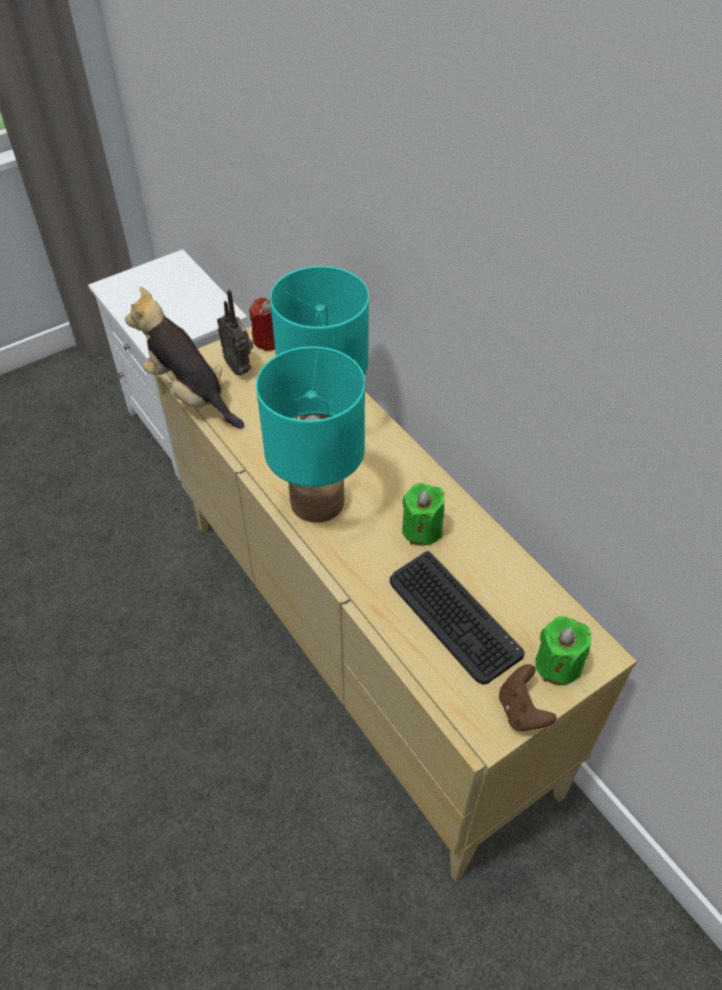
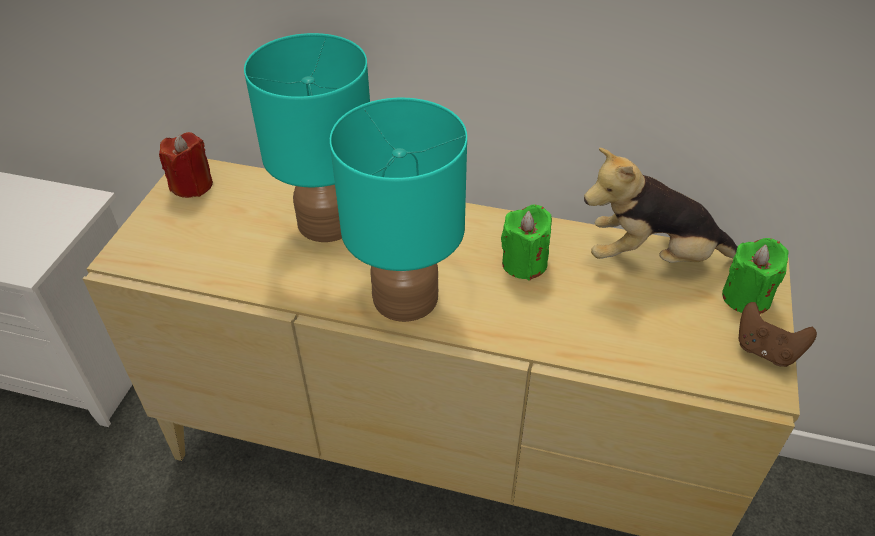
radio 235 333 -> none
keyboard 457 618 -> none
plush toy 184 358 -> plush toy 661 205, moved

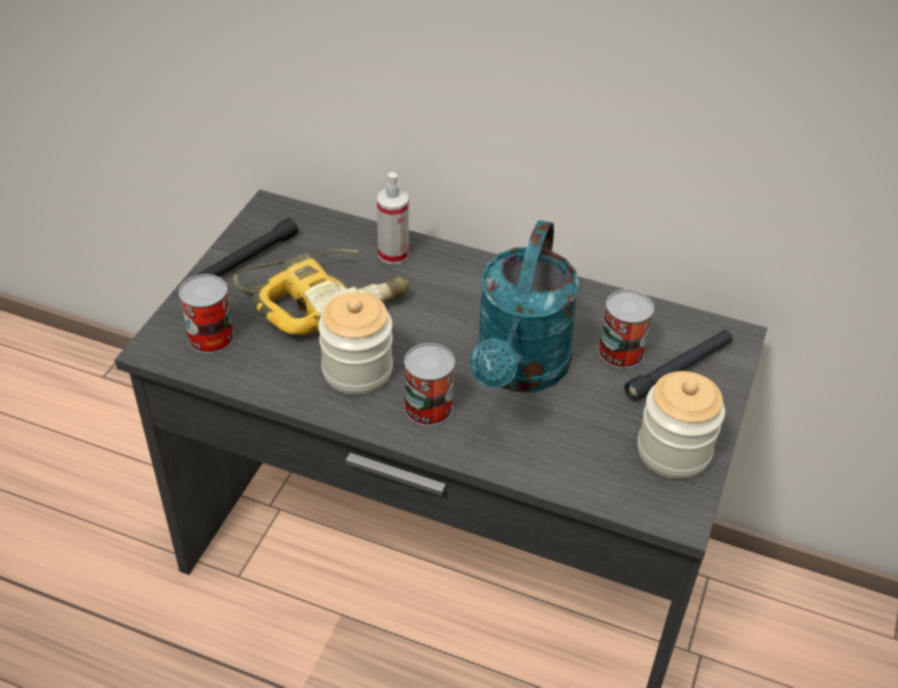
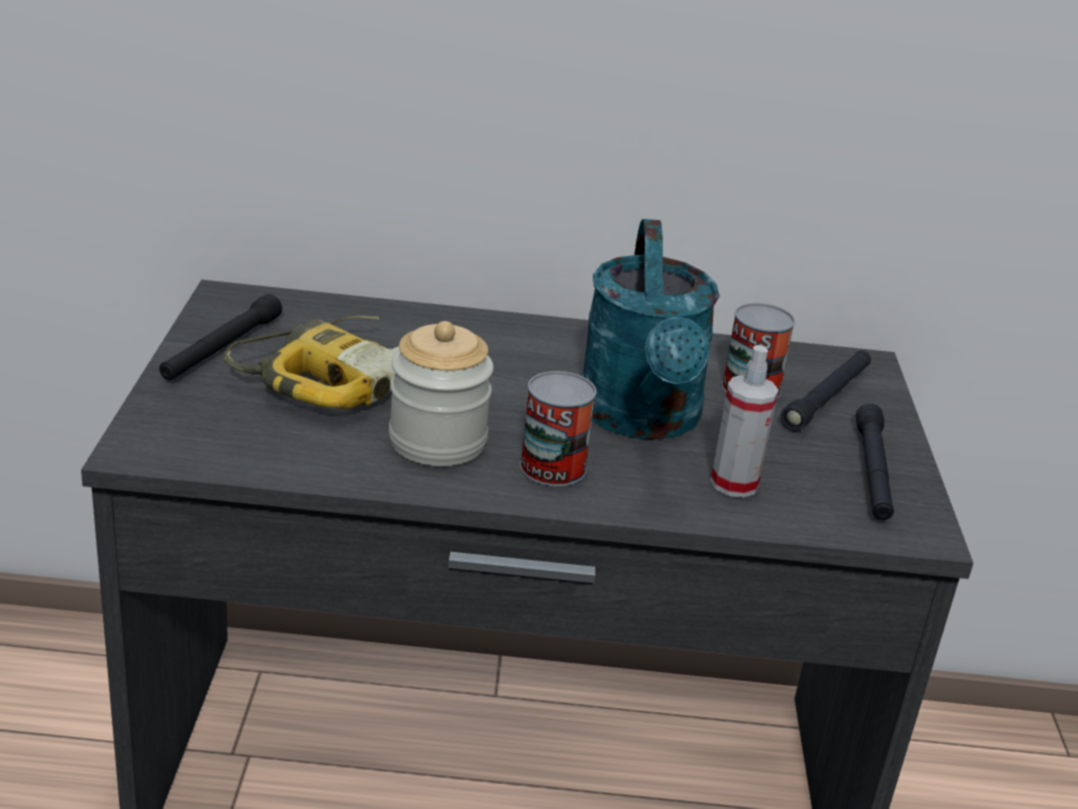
can 206 314 -> none
spray bottle 393 218 -> spray bottle 744 421, moved
jar 681 425 -> black flashlight 875 462

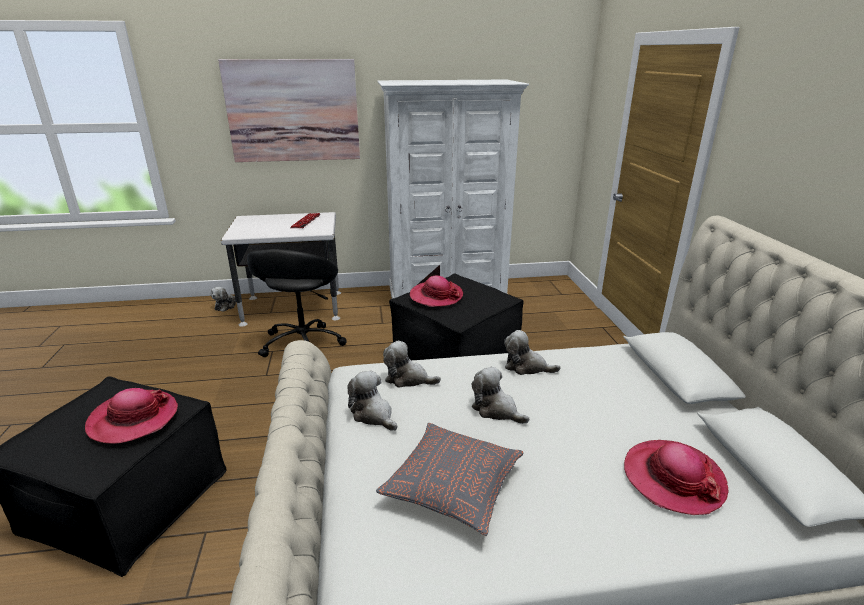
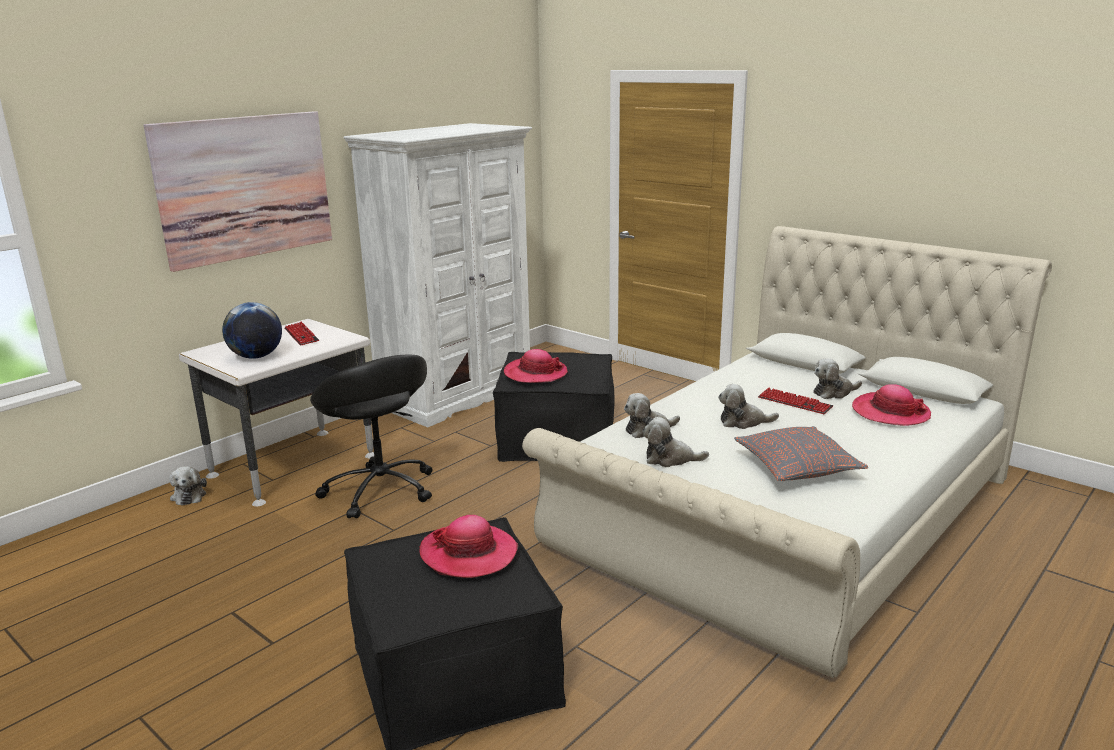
none -> globe 252 330
none -> keyboard 795 400
plush toy 532 352 -> plush toy 838 378, moved

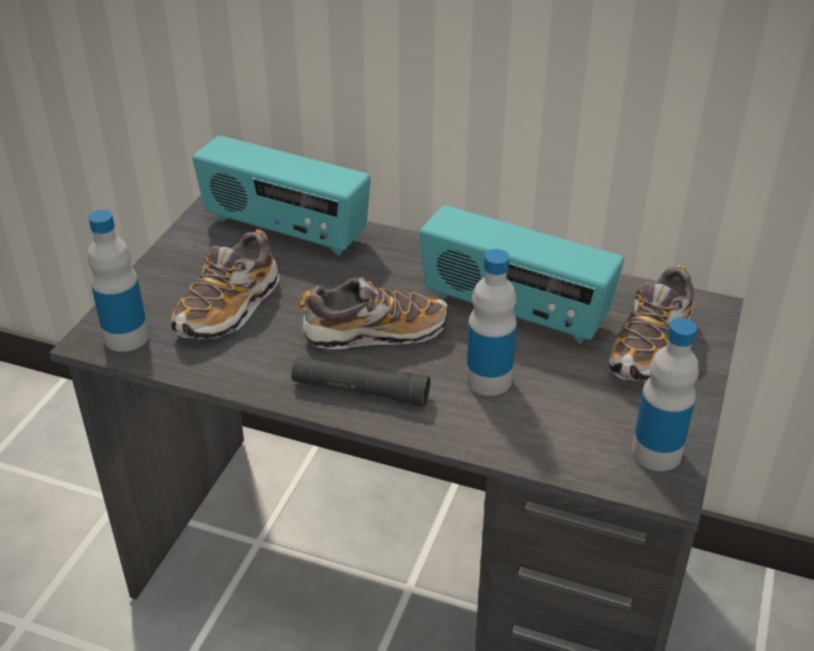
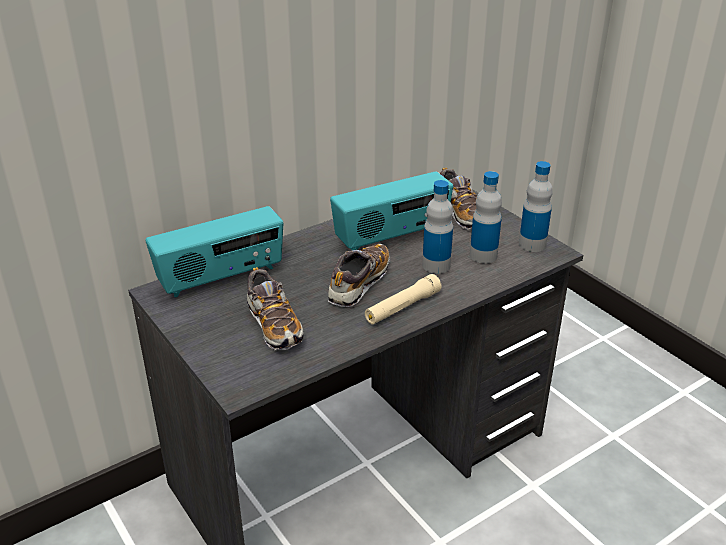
bottle 118 281 -> bottle 486 217, moved
black flashlight 360 382 -> beige flashlight 403 299

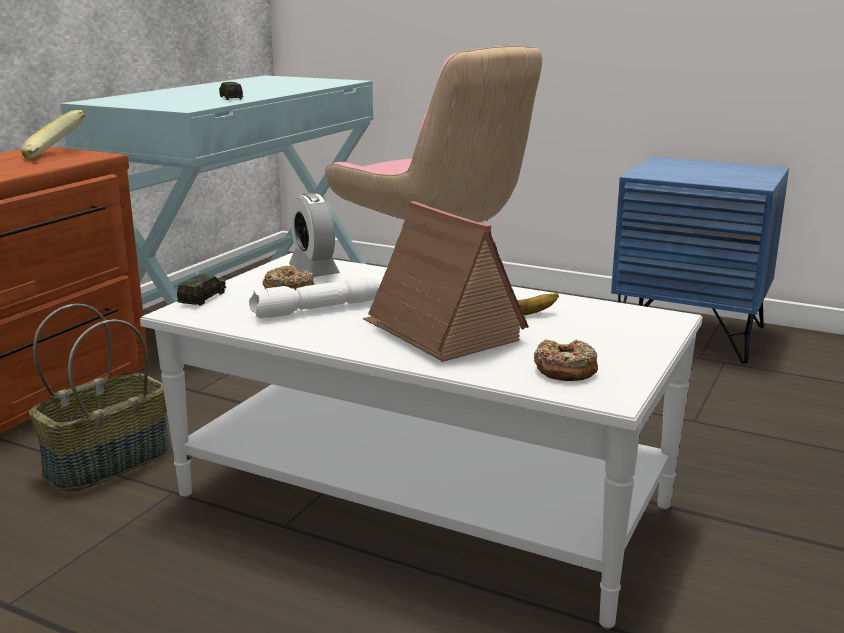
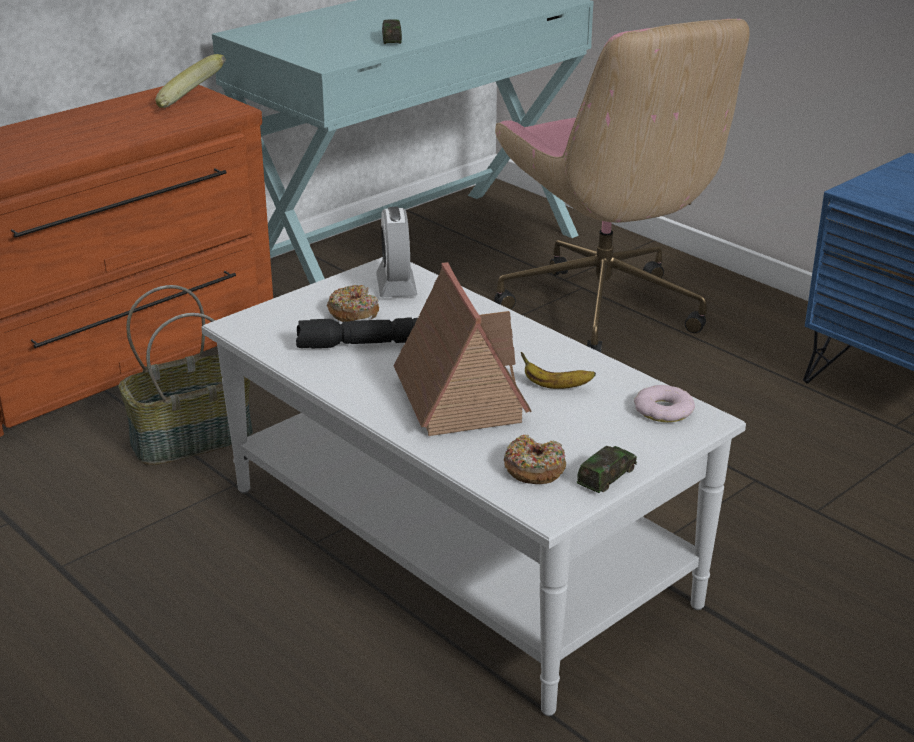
none -> donut 664 403
toy car 201 290 -> toy car 607 469, moved
white flashlight 314 297 -> black flashlight 357 333

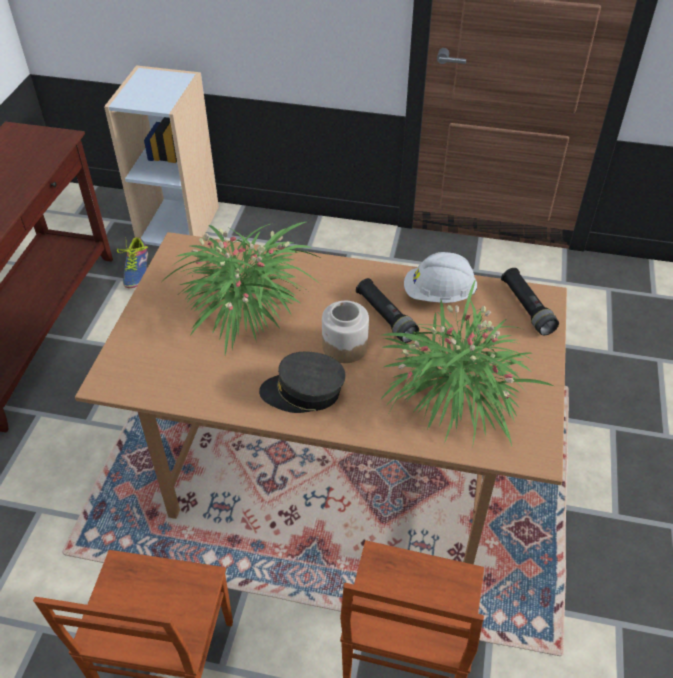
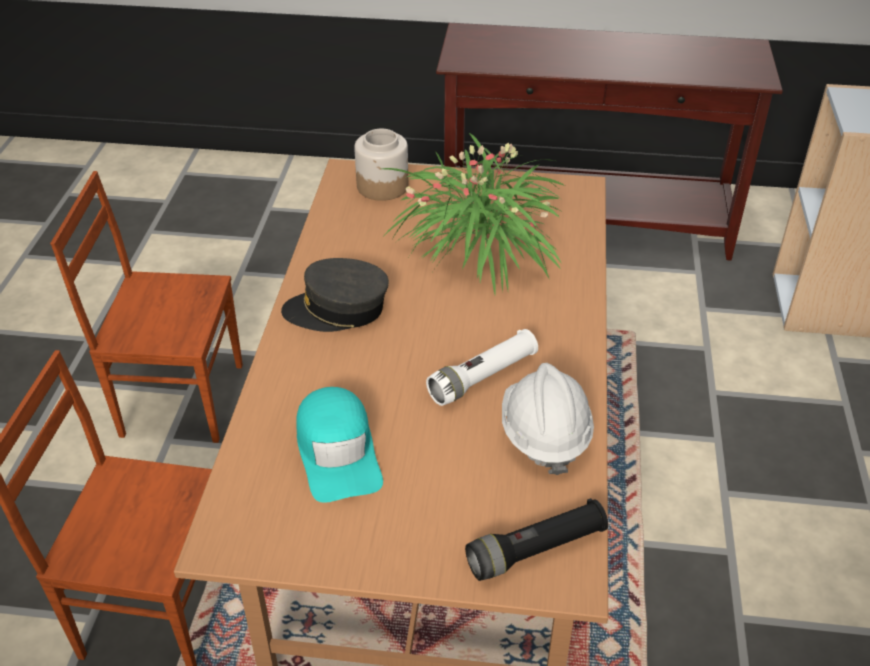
shoe 132 262 -> none
jar 345 332 -> jar 381 165, moved
potted plant 467 364 -> turquoise cap 339 445
black flashlight 387 310 -> white flashlight 482 367
grey cap 302 382 -> grey cap 335 295, 90 degrees counterclockwise

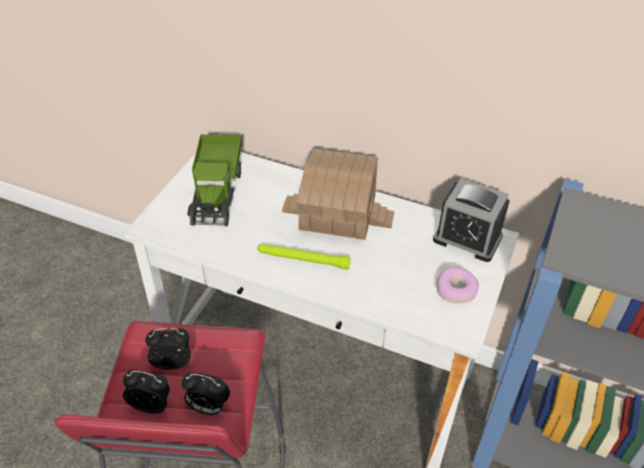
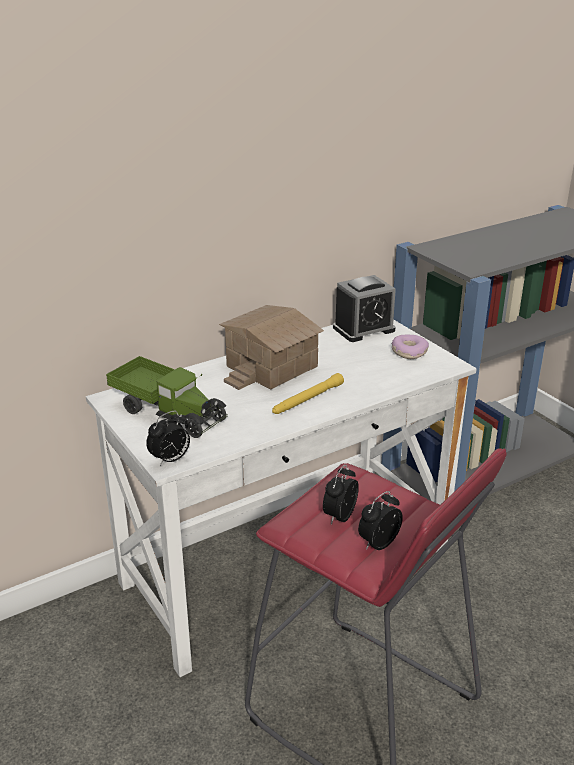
alarm clock 205 393 -> alarm clock 168 438, moved
green flashlight 304 257 -> yellow flashlight 308 393

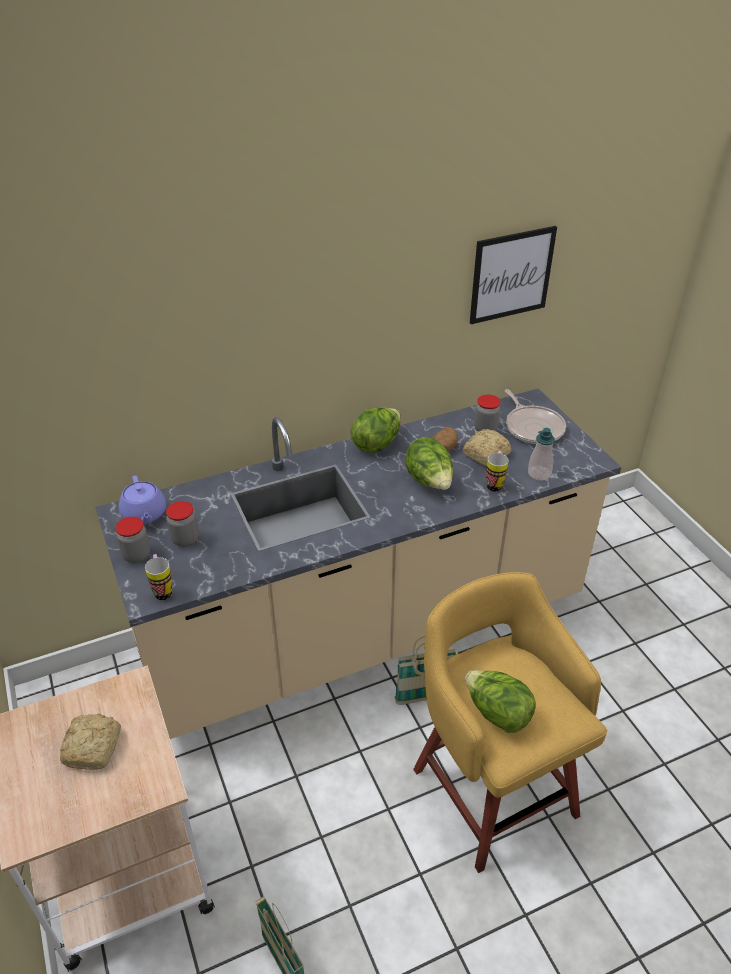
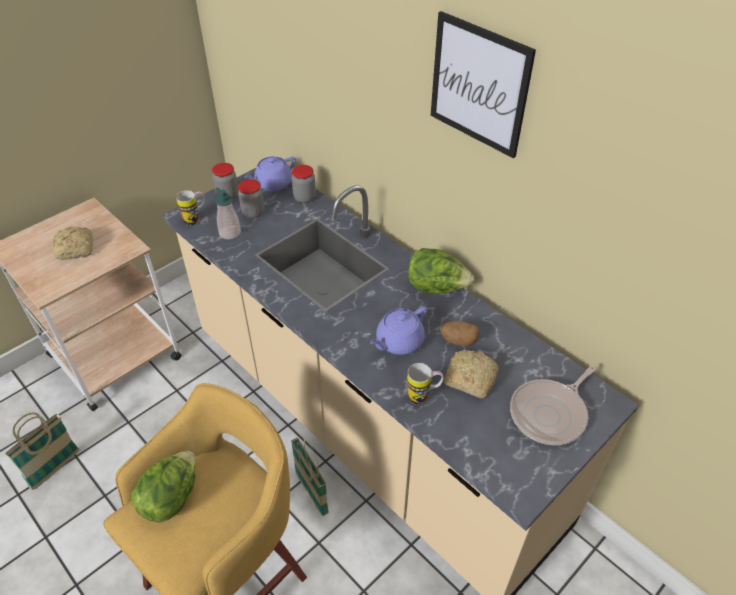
picture 513 275 -> picture 483 84, moved
jar 487 413 -> jar 303 184, moved
soap dispenser 541 454 -> soap dispenser 228 213, moved
lettuce 429 463 -> purple teapot 398 331

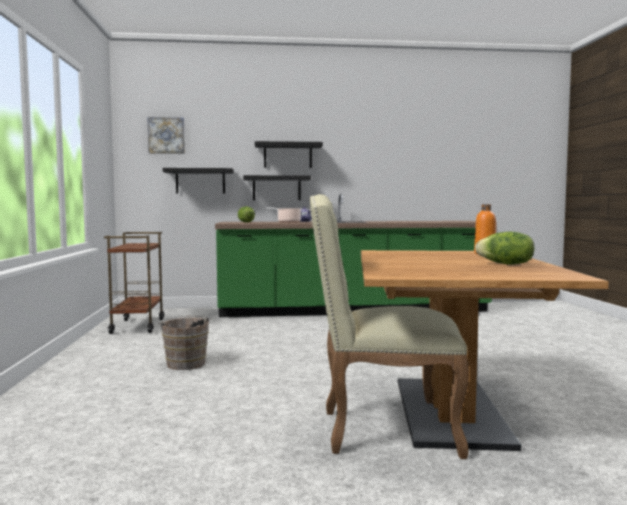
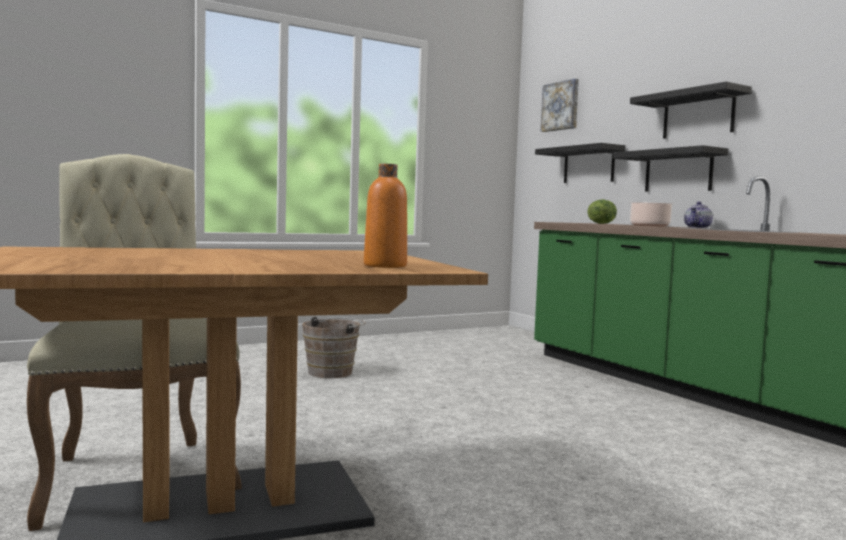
brown cart 134 283 -> none
lettuce 504 248 -> none

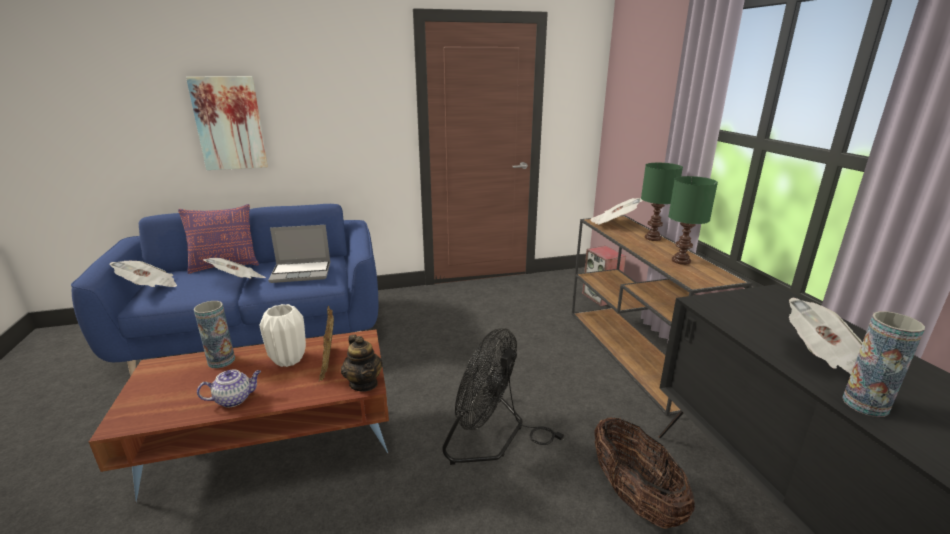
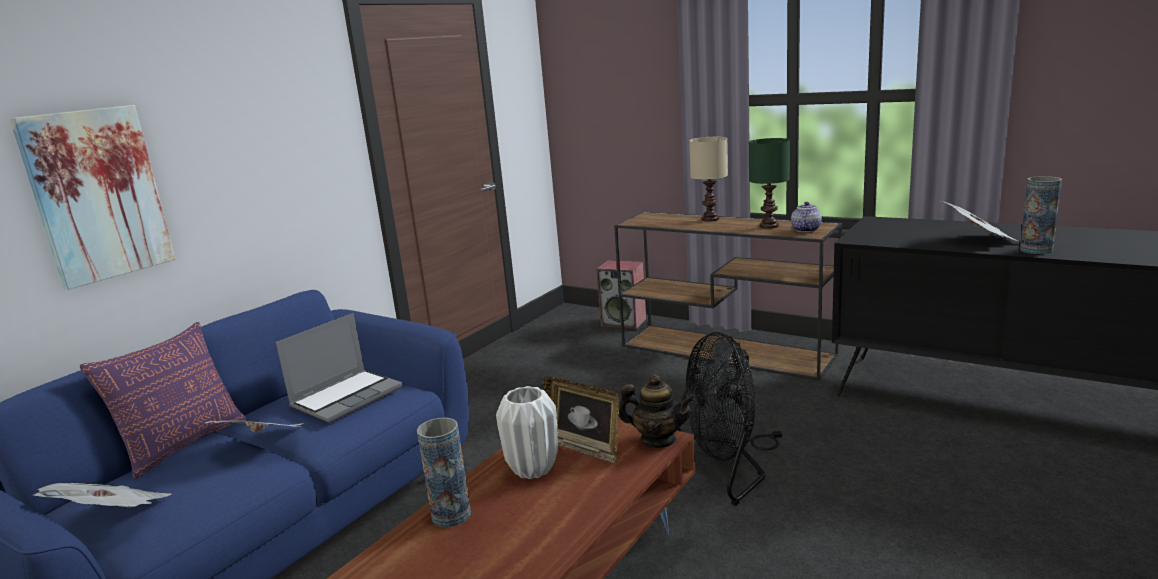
newspaper 616 211 -> none
basket 645 473 -> none
teapot 229 388 -> teapot 806 217, moved
green table lamp 662 202 -> beige table lamp 708 179

